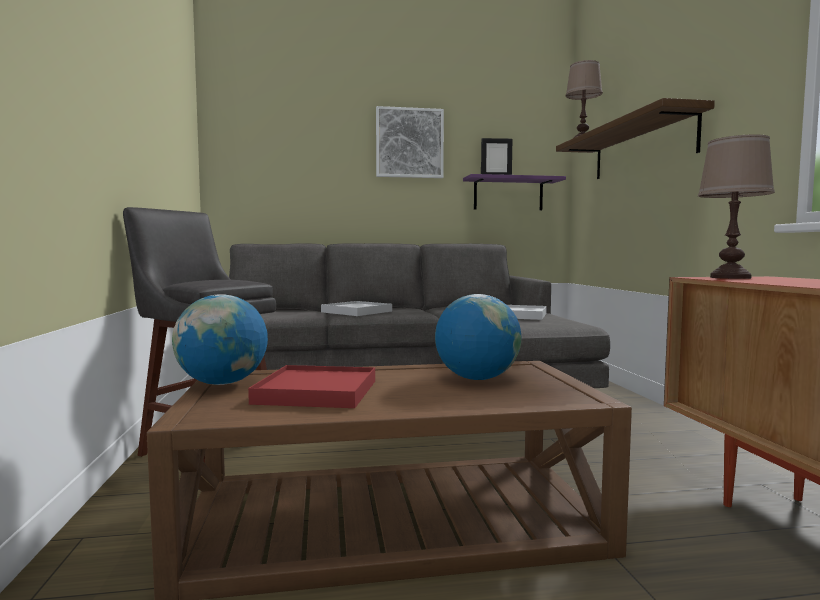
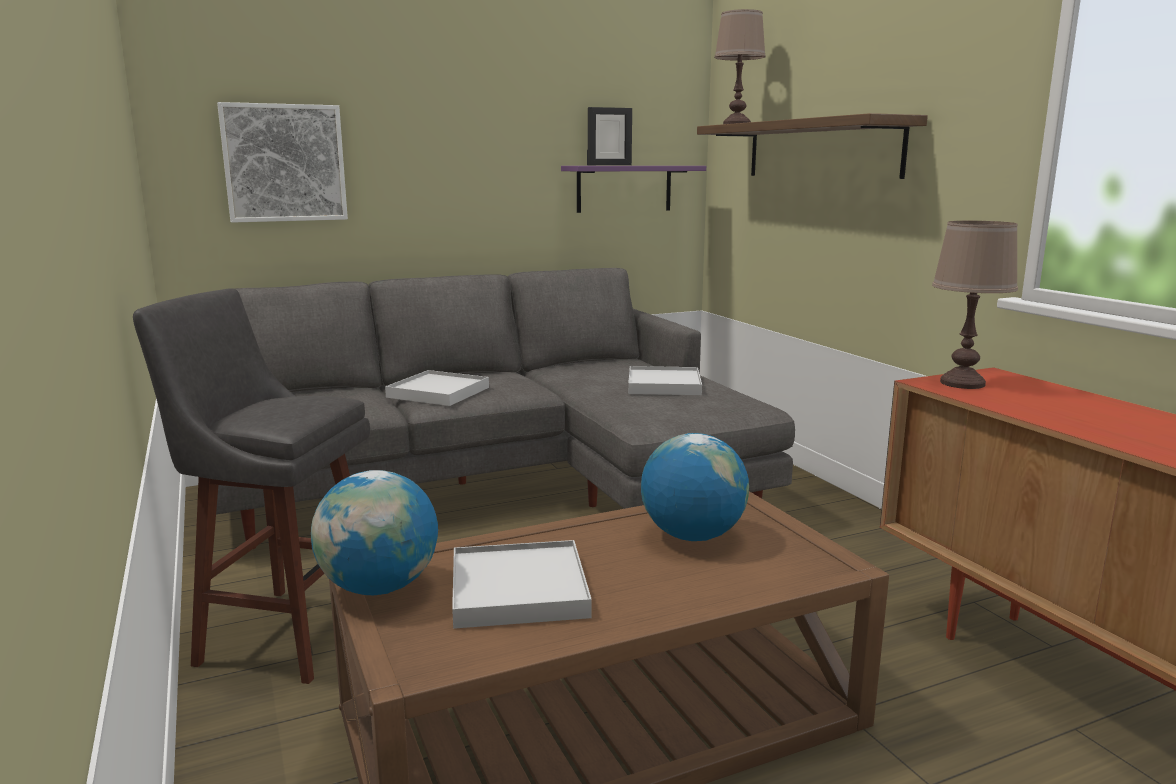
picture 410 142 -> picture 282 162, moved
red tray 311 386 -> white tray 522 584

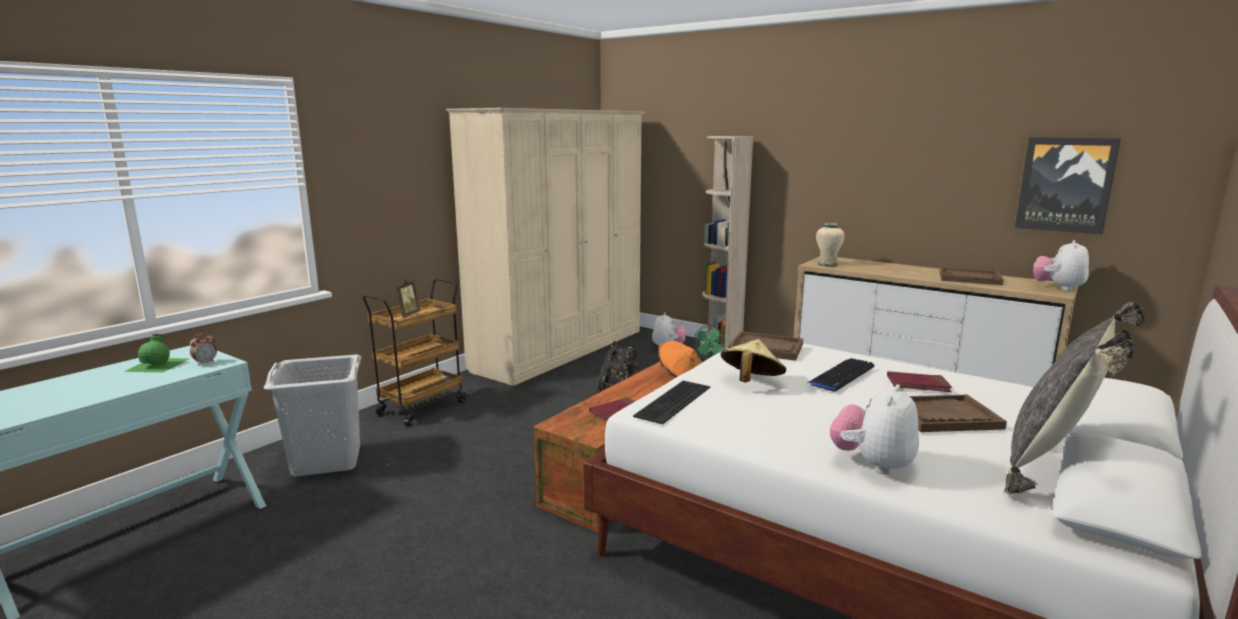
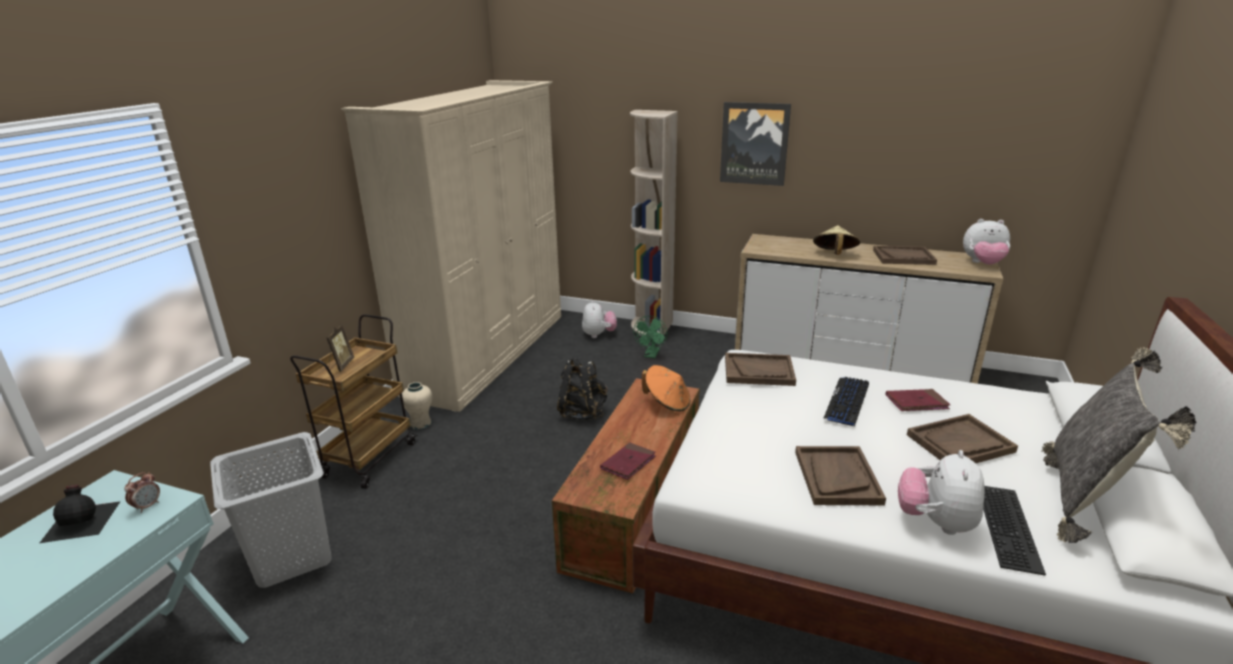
none -> brown tray 840 475
keyboard 671 402 -> keyboard 1014 531, moved
beige hat 753 360 -> beige hat 836 240, moved
beige vase 830 245 -> beige vase 417 406, moved
picture 1068 186 -> picture 755 144, moved
green bottle 156 353 -> black bottle 80 514
plush toy 1061 265 -> plush toy 986 242, 90 degrees counterclockwise

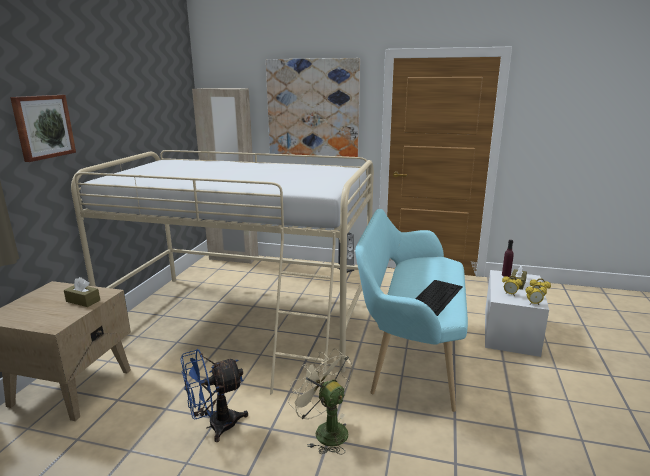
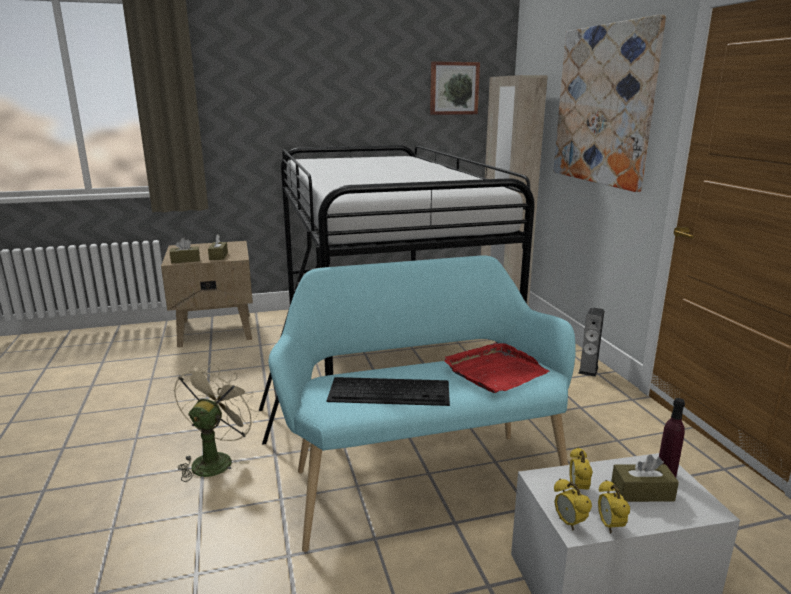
blue fan 214 395 -> none
none -> brown tissue box 185 251
none -> red tray 496 368
picture 43 128 -> picture 455 88, moved
beige bed 222 276 -> black bed 396 294

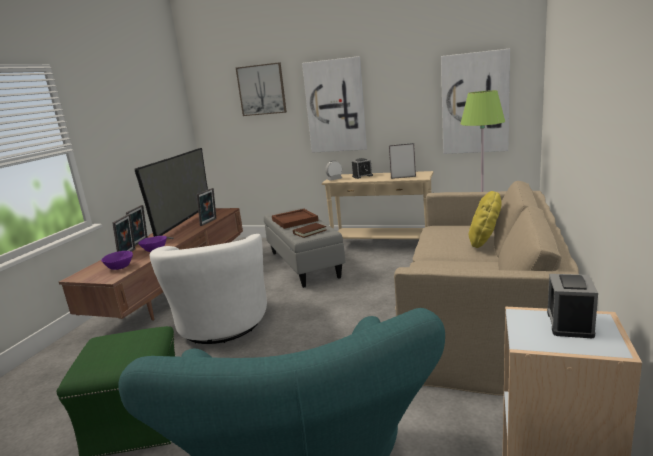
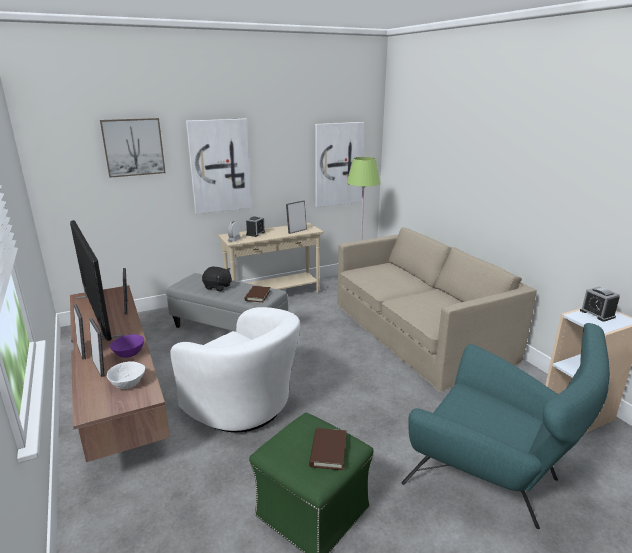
yellow pillow 485 219 -> none
none -> brown book 328 449
brown tray 295 219 -> black plush toy 217 279
purple bowl 117 260 -> white bowl 126 375

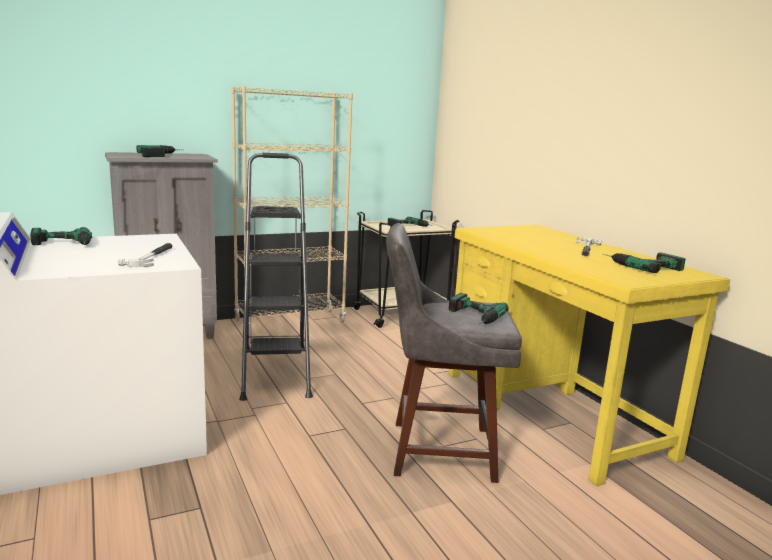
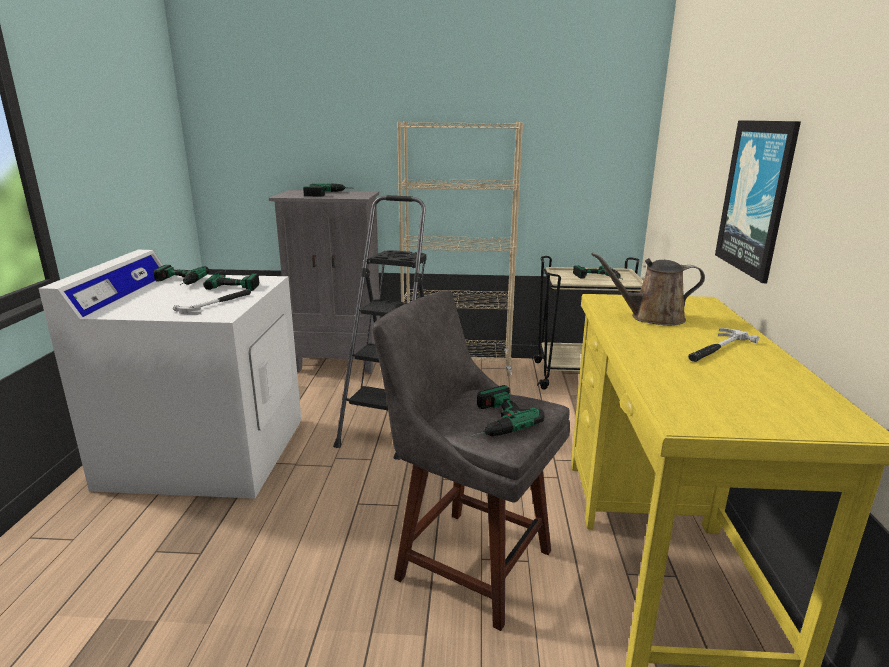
none -> brown watering can 648 289
none -> picture 758 201
power drill 644 263 -> power drill 231 281, moved

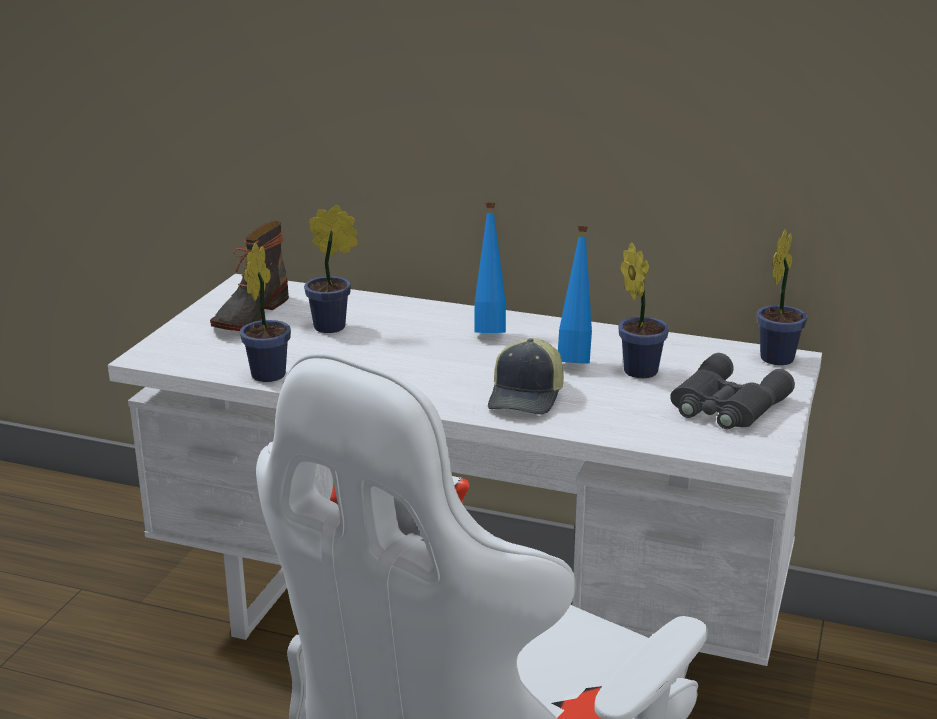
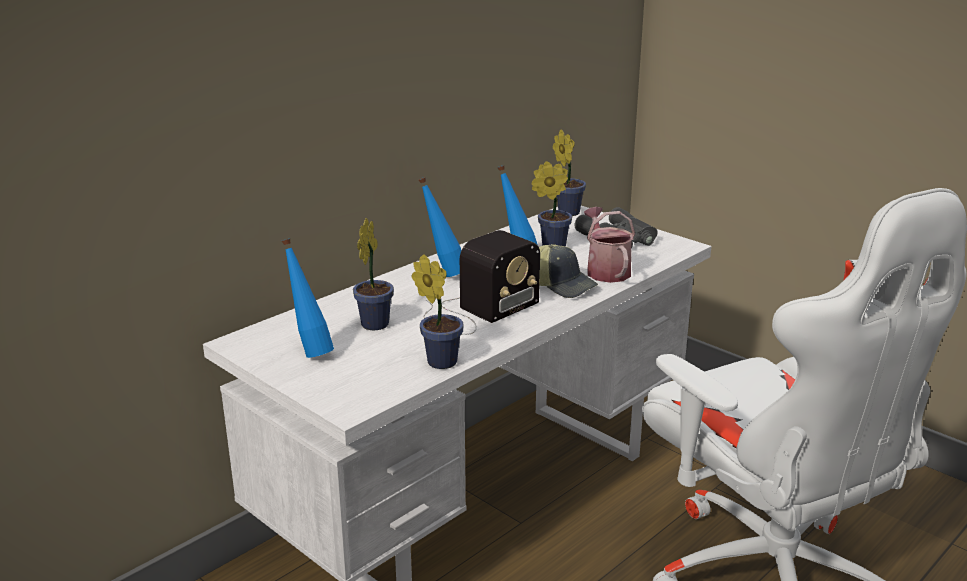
none -> radio 482 282
none -> watering can 609 245
boot 249 276 -> blue bottle 308 298

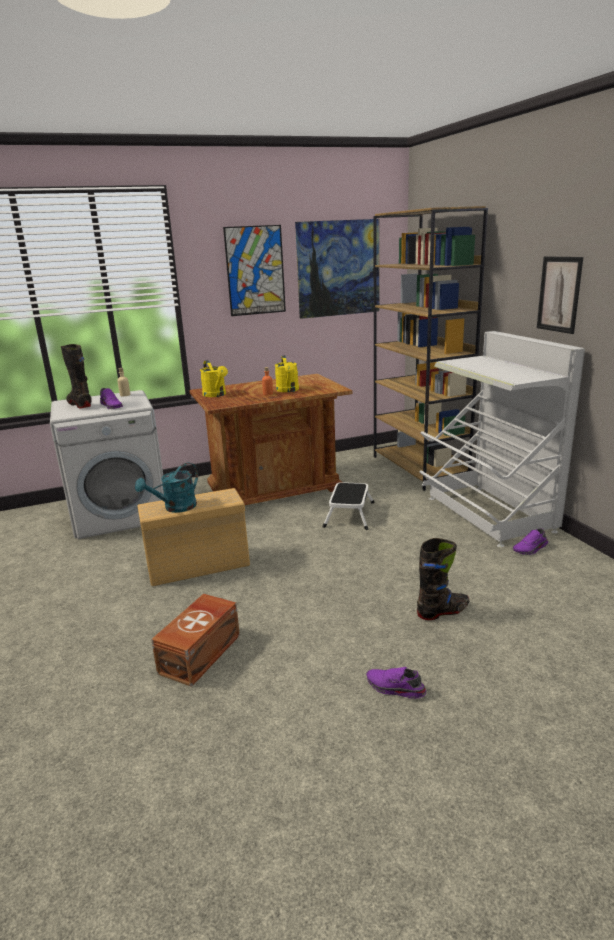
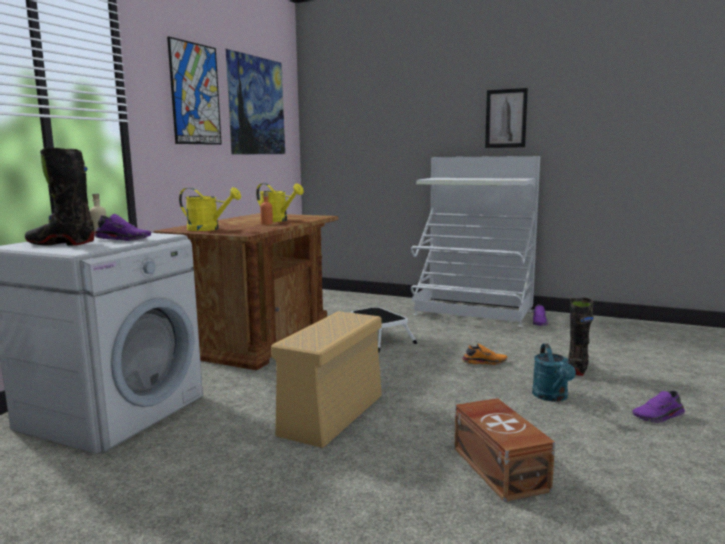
brown bookcase 431 348 -> none
none -> orange shoe 484 354
turquoise watering can 166 487 -> turquoise watering can 554 373, moved

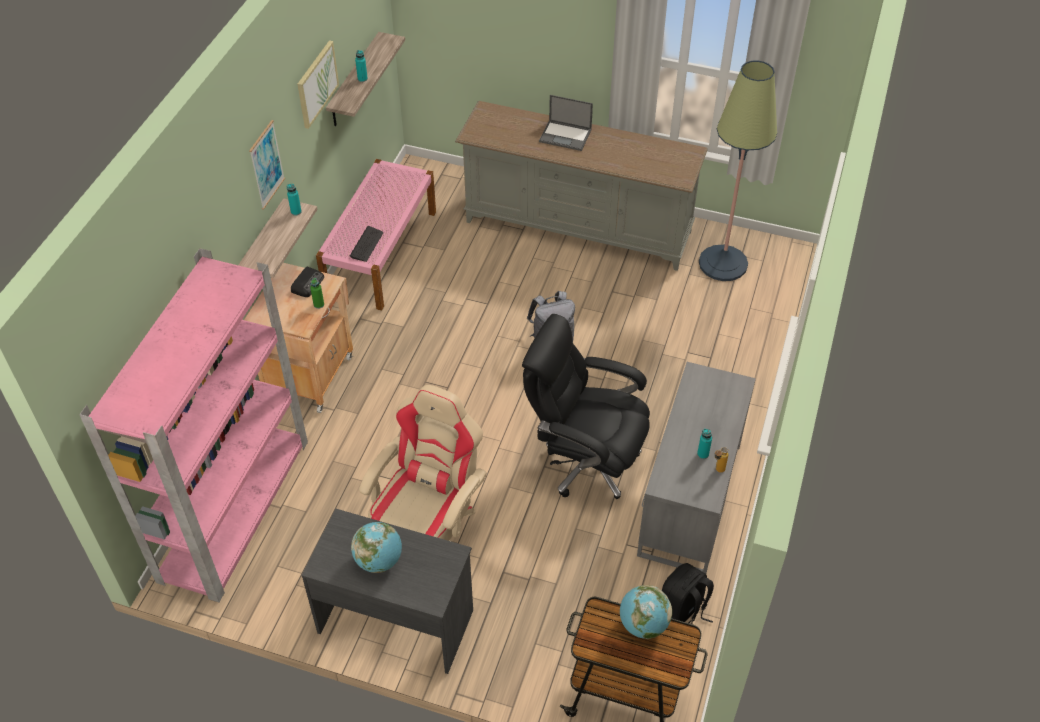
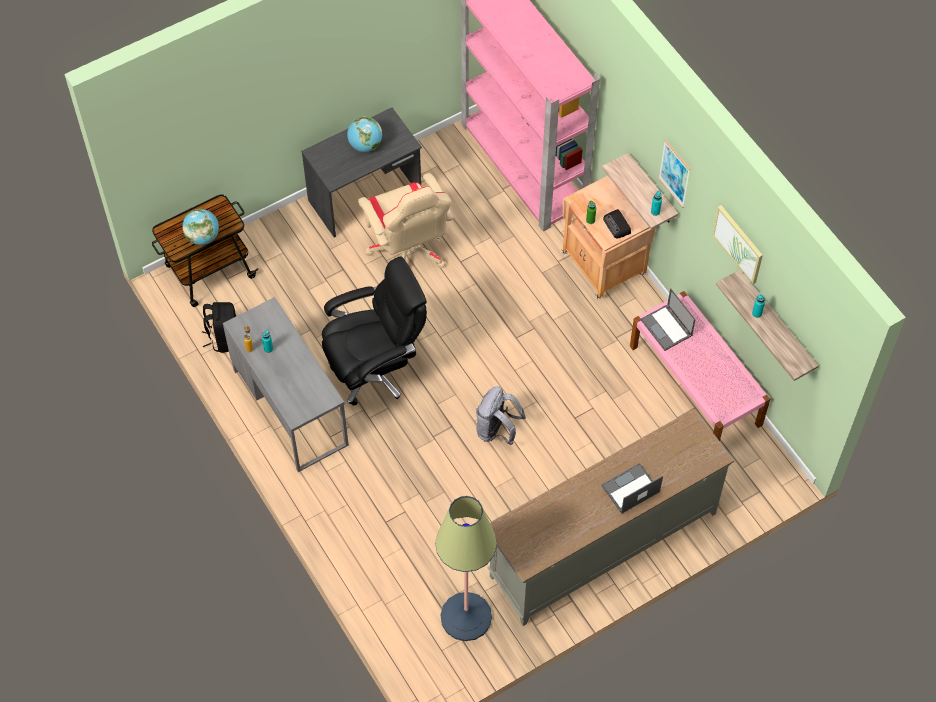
keyboard 366 244 -> laptop 668 319

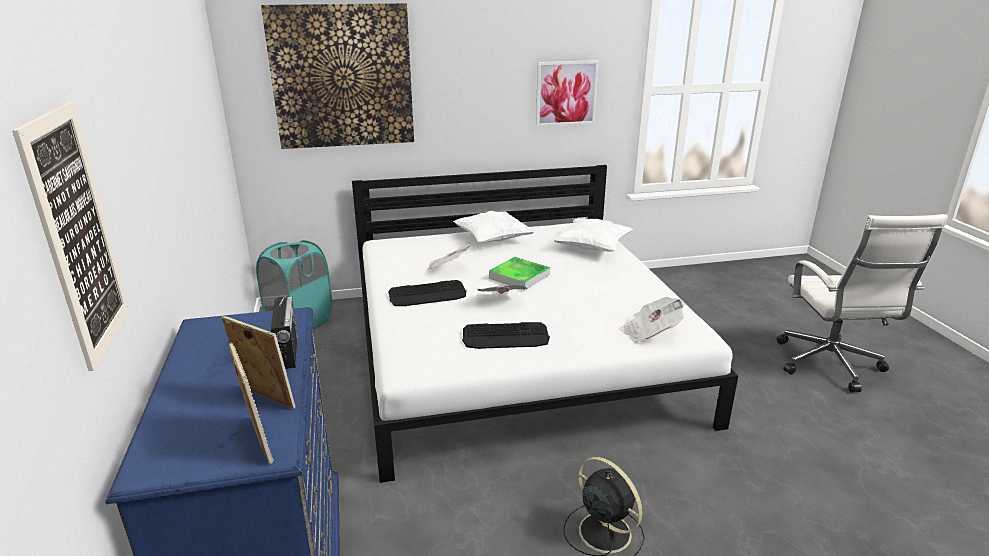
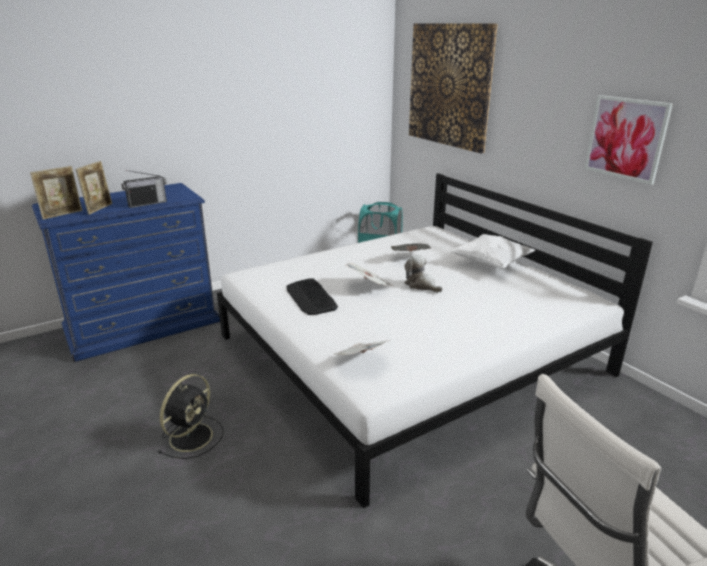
picture 71 236 -> none
keyboard 427 293 -> none
white pillow 593 235 -> none
tray 519 273 -> plush toy 423 273

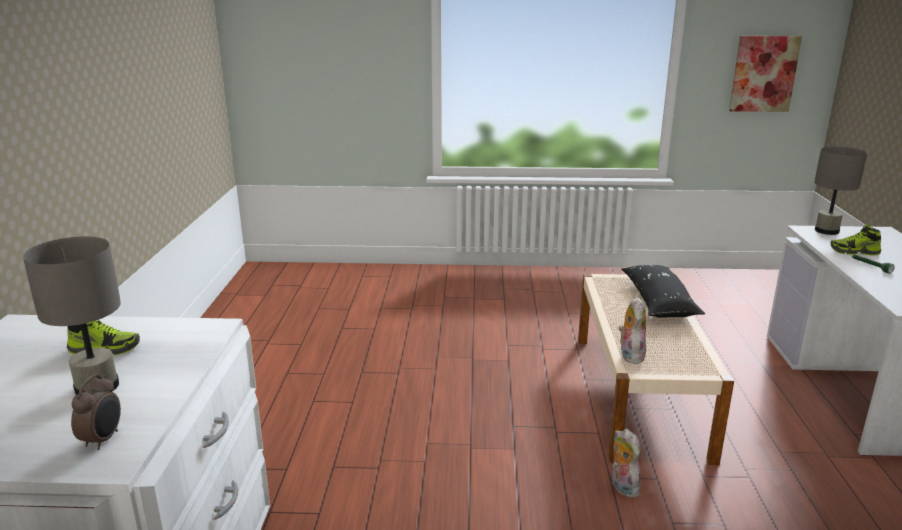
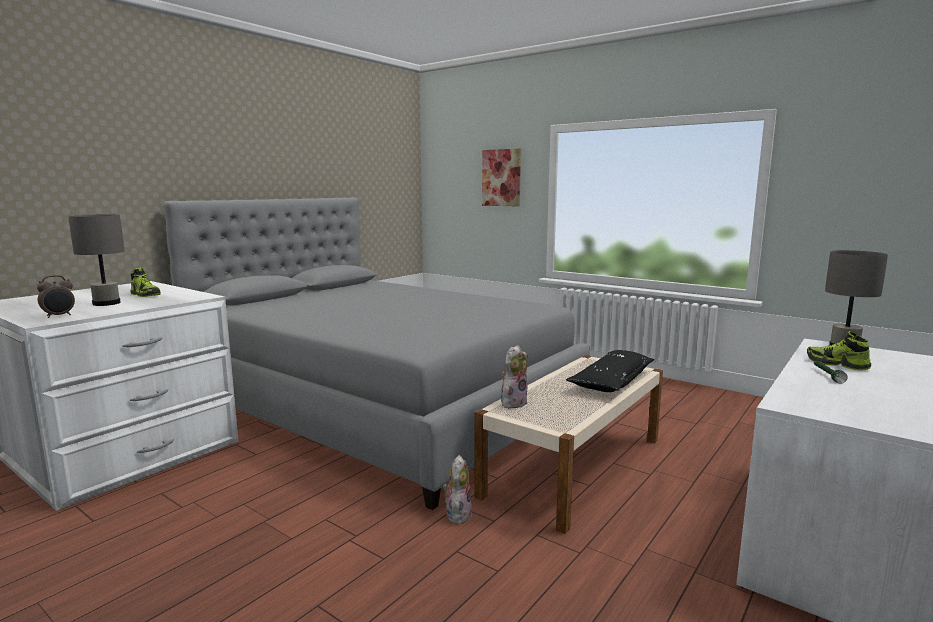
none -> grey bed 376 353
picture 765 74 -> picture 501 177, moved

